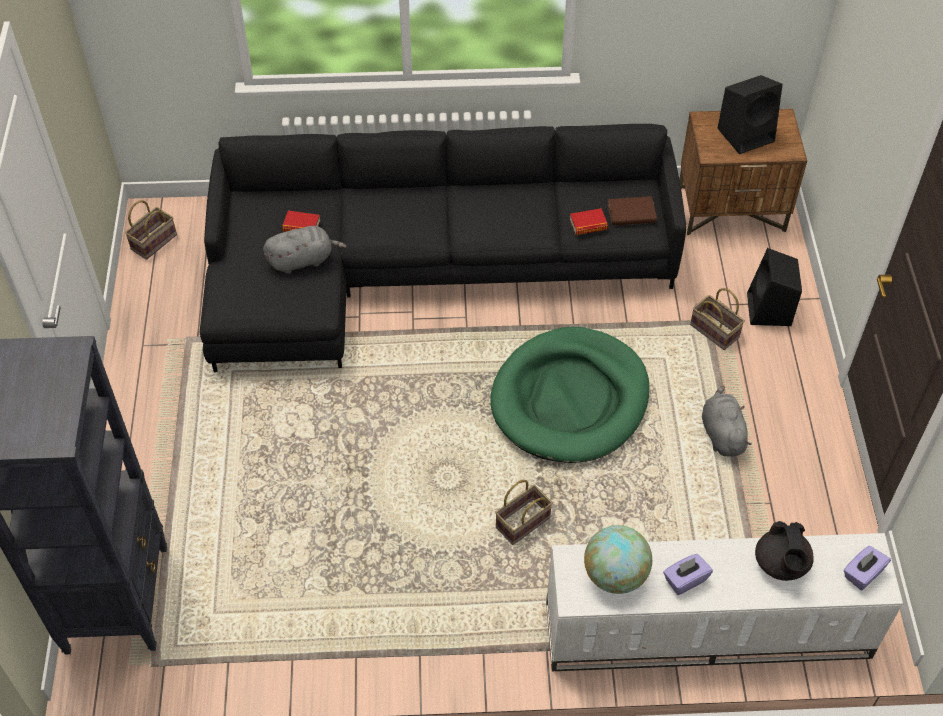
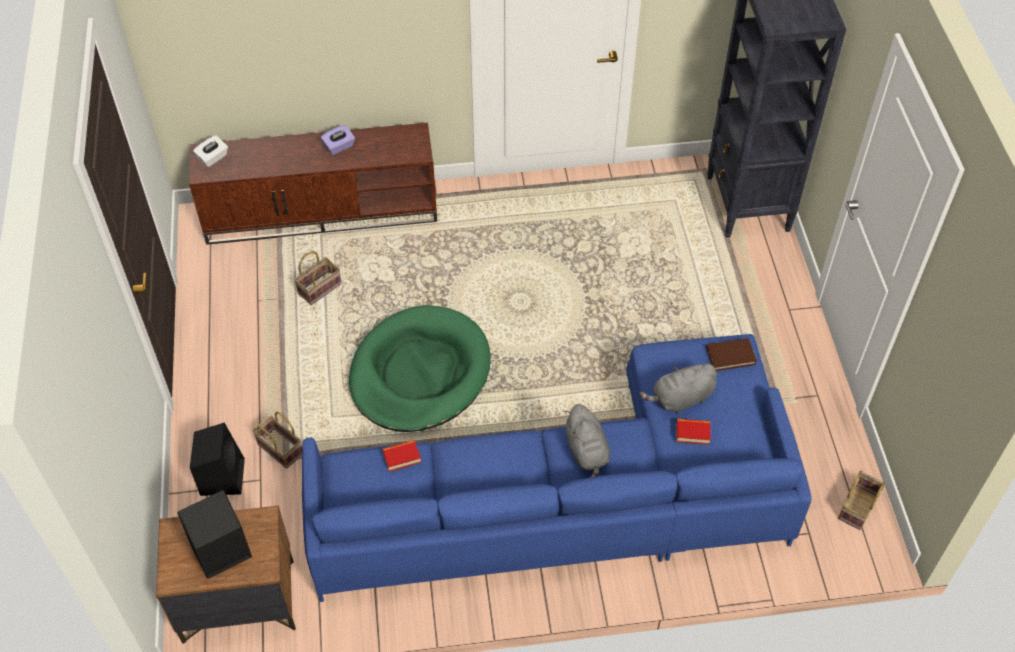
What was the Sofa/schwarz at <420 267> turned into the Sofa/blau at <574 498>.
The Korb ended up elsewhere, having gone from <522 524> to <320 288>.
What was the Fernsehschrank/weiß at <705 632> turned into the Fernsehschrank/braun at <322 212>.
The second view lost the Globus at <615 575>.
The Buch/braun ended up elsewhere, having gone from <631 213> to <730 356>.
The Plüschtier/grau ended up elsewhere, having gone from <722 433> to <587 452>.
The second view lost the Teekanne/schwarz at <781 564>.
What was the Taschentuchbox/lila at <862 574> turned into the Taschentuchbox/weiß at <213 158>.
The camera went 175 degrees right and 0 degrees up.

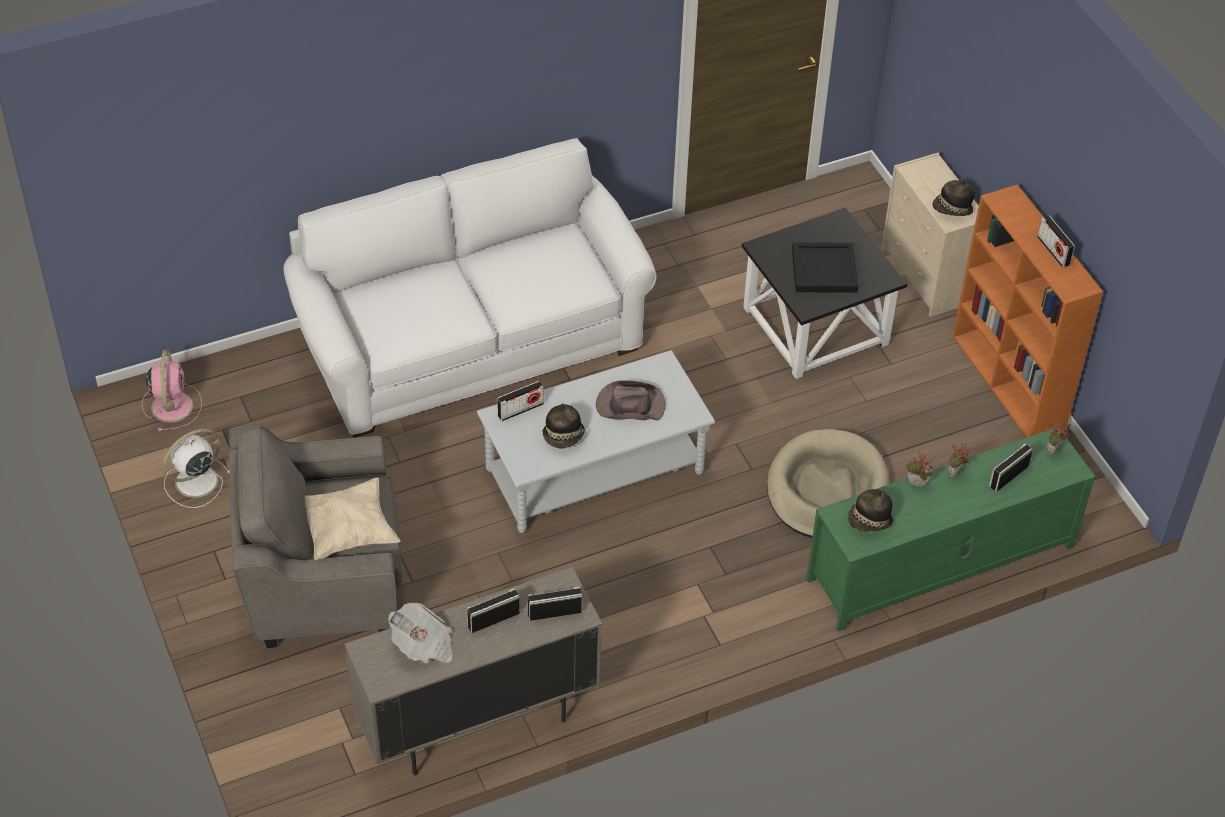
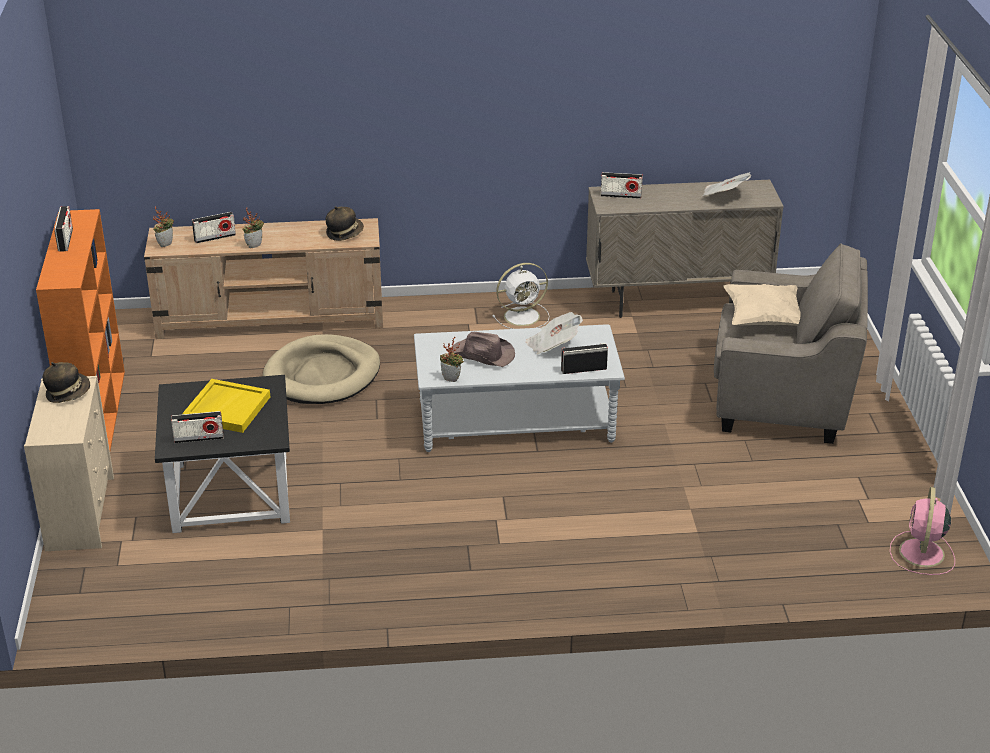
The Ventilator/weiß ended up elsewhere, having gone from <194 482> to <523 316>.
The second view lost the Sofa/weiß at <471 342>.
The Radio ended up elsewhere, having gone from <493 619> to <199 438>.
Where the Hut stood at <564 436>, the Zeitung came to stand at <553 345>.
What was the Tablett/schwarz at <825 270> turned into the Tablett/gelb at <227 408>.
What was the Fernsehschrank/grün at <940 563> turned into the Fernsehschrank/beige at <271 318>.
The Topfpflanze ended up elsewhere, having gone from <916 485> to <452 378>.
The camera went 160 degrees left and 15 degrees down.

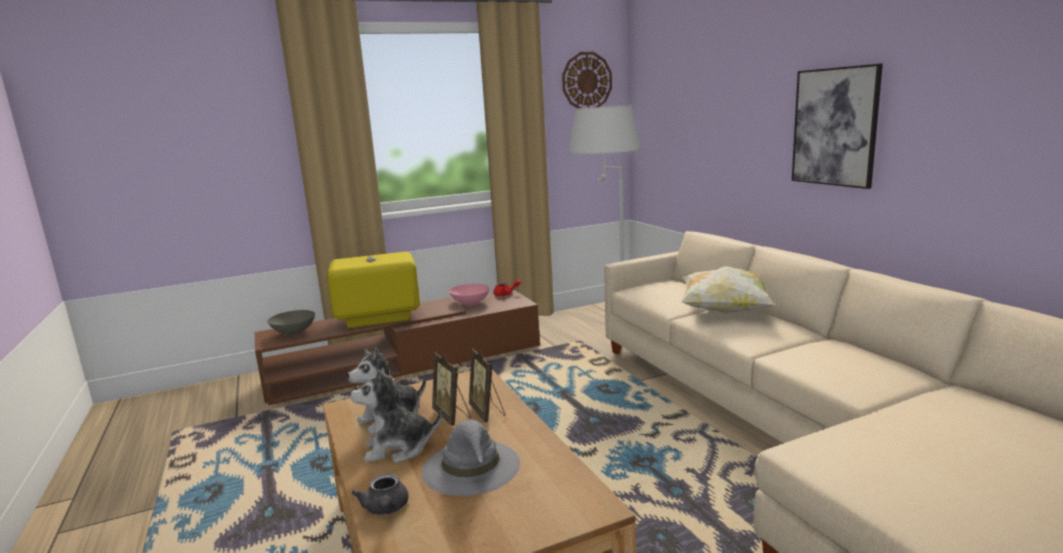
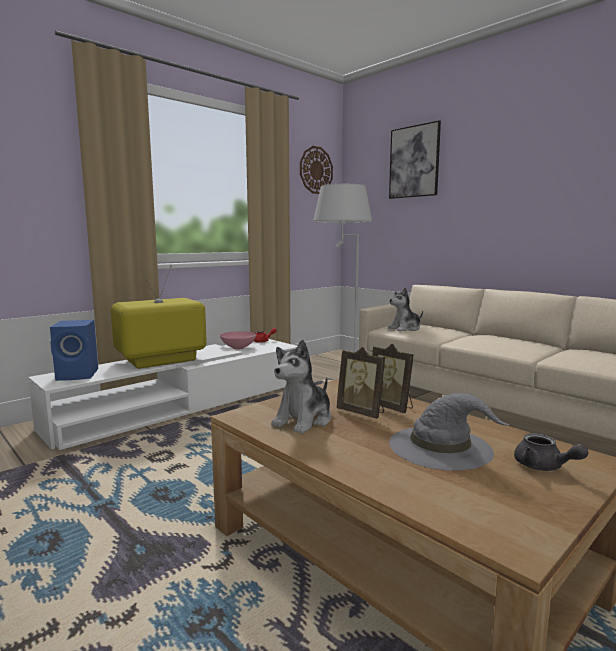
What was the Fernsehschrank/braun at <406 363> turned into the Fernsehschrank/weiß at <184 404>.
Where the Schüssel/grau stood at <295 333>, the Lautsprecher/blau came to stand at <79 375>.
The Plüschtier ended up elsewhere, having gone from <398 448> to <405 329>.
The Teekanne/grau ended up elsewhere, having gone from <386 509> to <544 467>.
The second view lost the Kissen at <724 311>.
The Bild ended up elsewhere, having gone from <835 127> to <414 161>.
The camera went 20 degrees left and 5 degrees down.

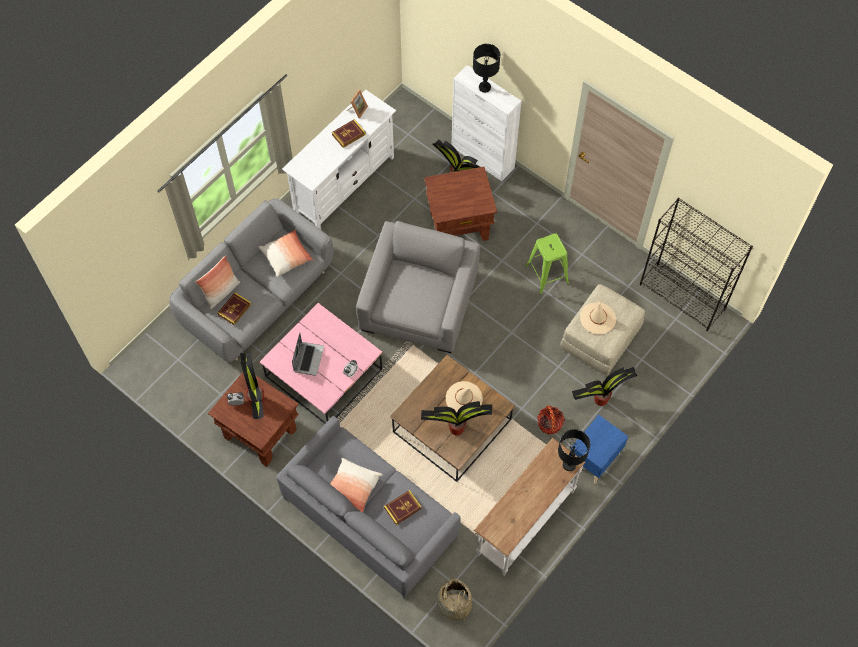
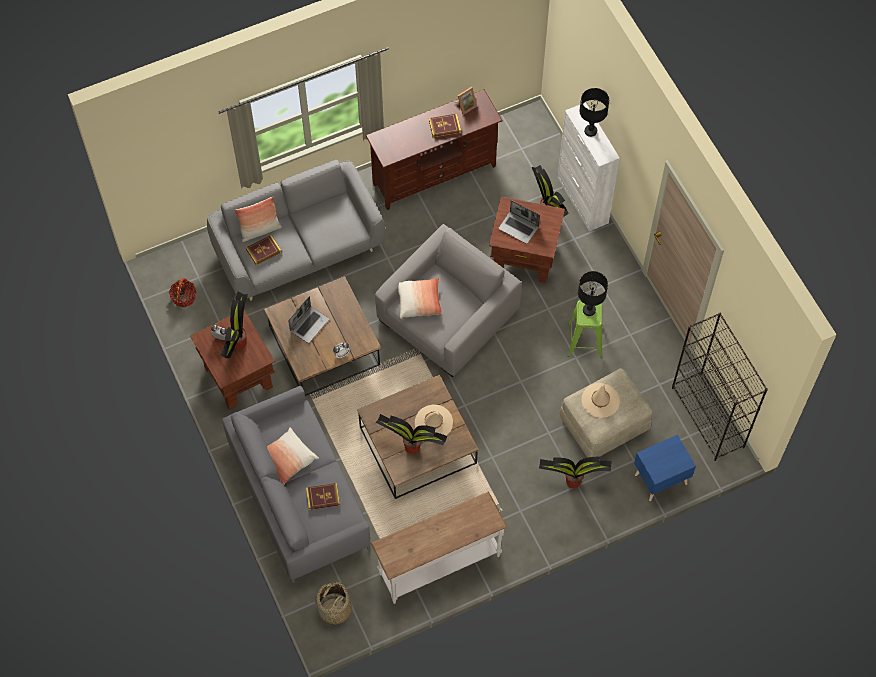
The Kissen ended up elsewhere, having gone from <286 257> to <419 301>.
What was the Couchtisch/rosa at <323 371> turned into the Couchtisch/braun at <324 344>.
What was the Fernsehschrank/weiß at <344 184> turned into the Fernsehschrank/braun at <434 174>.
The Korb ended up elsewhere, having gone from <549 423> to <184 297>.
The Tischlampe/schwarz ended up elsewhere, having gone from <569 464> to <589 310>.
The Nachttisch/blau ended up elsewhere, having gone from <593 459> to <659 478>.
The second view gained the Laptop at <519 228>.
The camera went 25 degrees right and 0 degrees up.

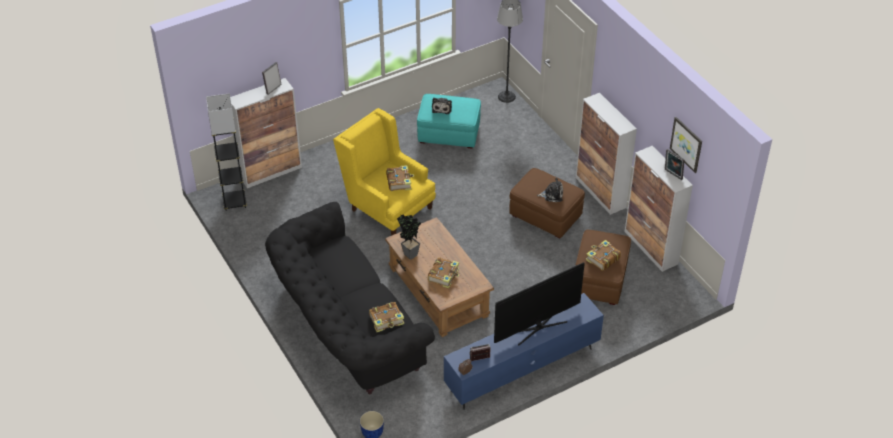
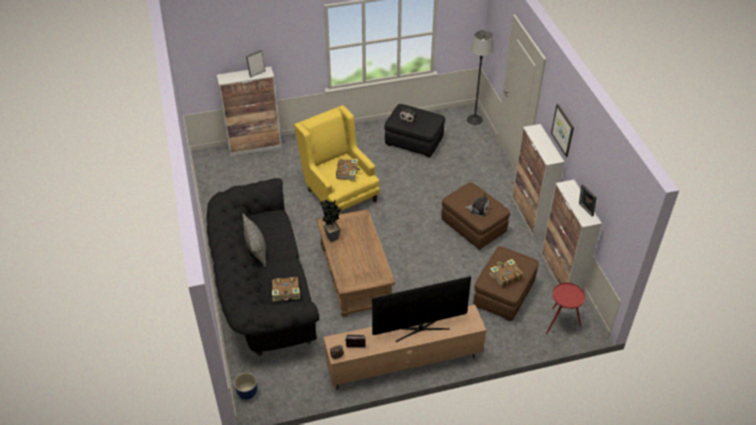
The second view lost the Stehlampe/schwarz at <234 202>.
What was the Polsterhocker/türkis at <449 134> turned into the Polsterhocker/schwarz at <414 142>.
The second view lost the Buch at <444 275>.
What was the Fernsehschrank/blau at <522 369> turned into the Fernsehschrank/braun at <403 363>.
The Bild ended up elsewhere, having gone from <686 144> to <563 130>.
The second view gained the Kissen/grau at <256 249>.
The second view gained the Beistelltisch/rot at <561 324>.
The camera went 15 degrees right and 0 degrees up.

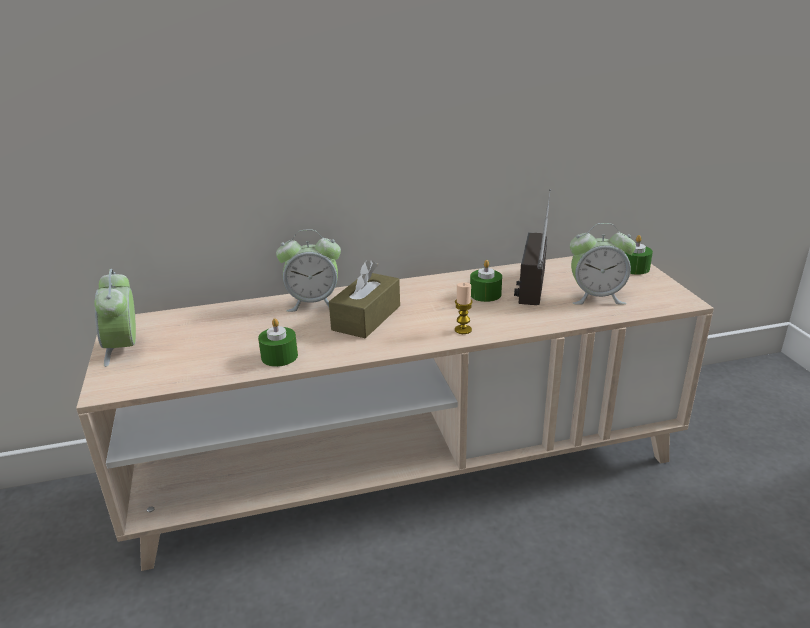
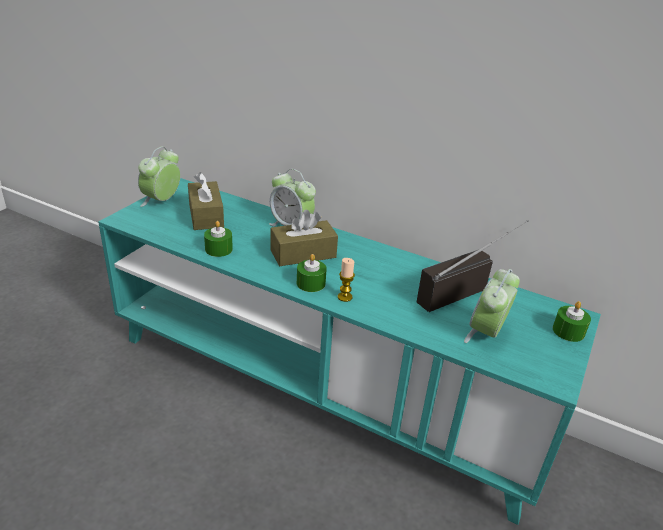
What was the Fernsehschrank/beige at <409 468> turned into the Fernsehschrank/türkis at <322 386>.
The Kerze/grün ended up elsewhere, having gone from <485 294> to <311 283>.
The Wecker at <596 297> ended up facing another way, 75 degrees clockwise from before.
The second view gained the Taschentuchbox/braun at <206 215>.
The camera went 40 degrees right and 5 degrees up.

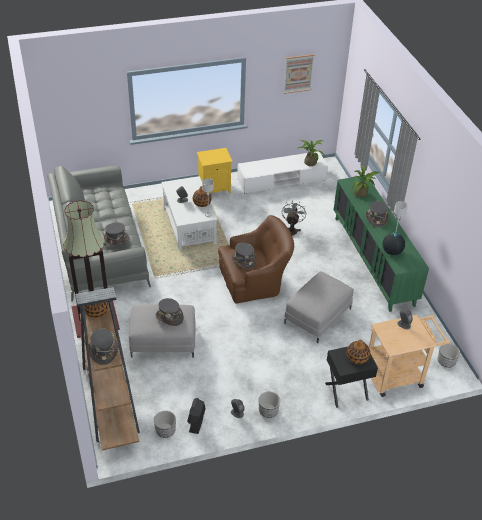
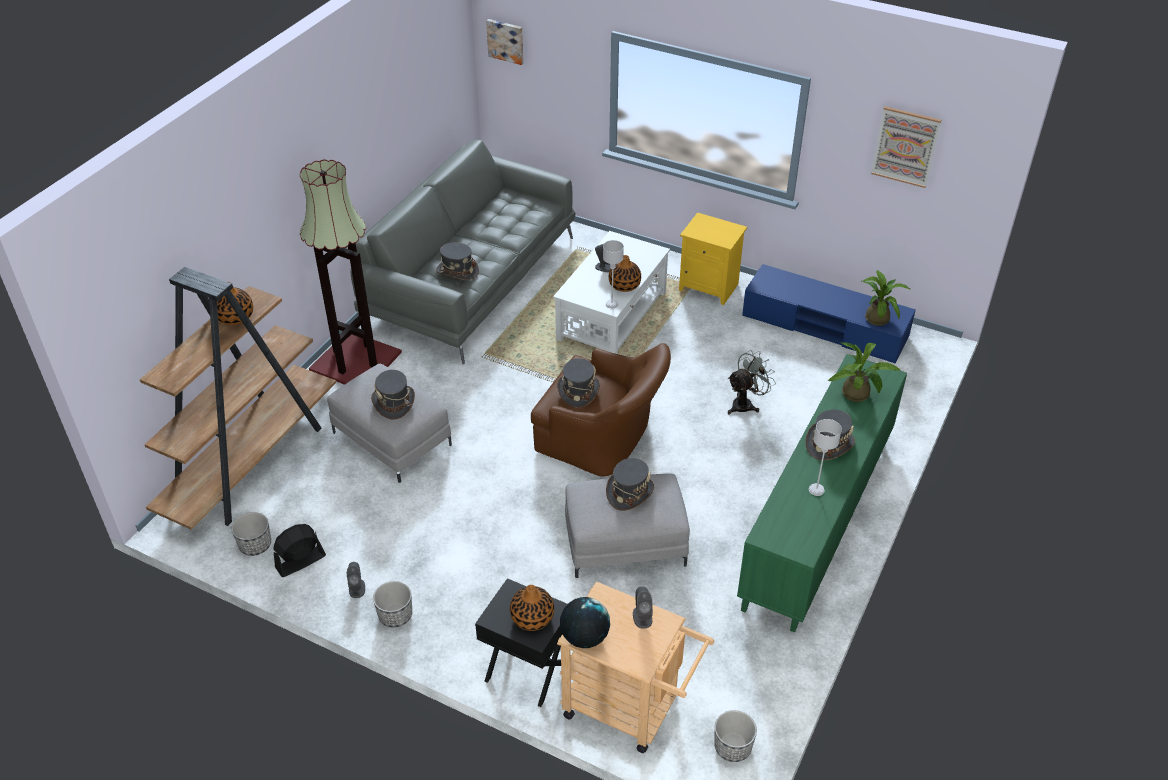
The Hut/grau ended up elsewhere, having gone from <103 351> to <629 492>.
What was the Fernsehschrank/weiß at <281 180> turned into the Fernsehschrank/blau at <824 326>.
The Globus ended up elsewhere, having gone from <392 252> to <584 637>.
The second view gained the Bild at <506 41>.
The camera went 45 degrees right and 0 degrees up.

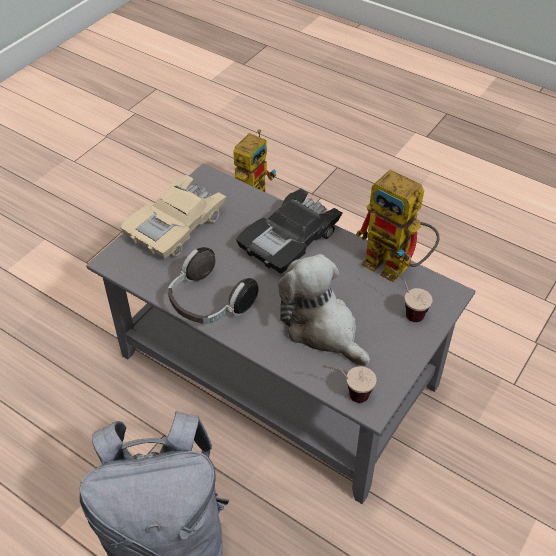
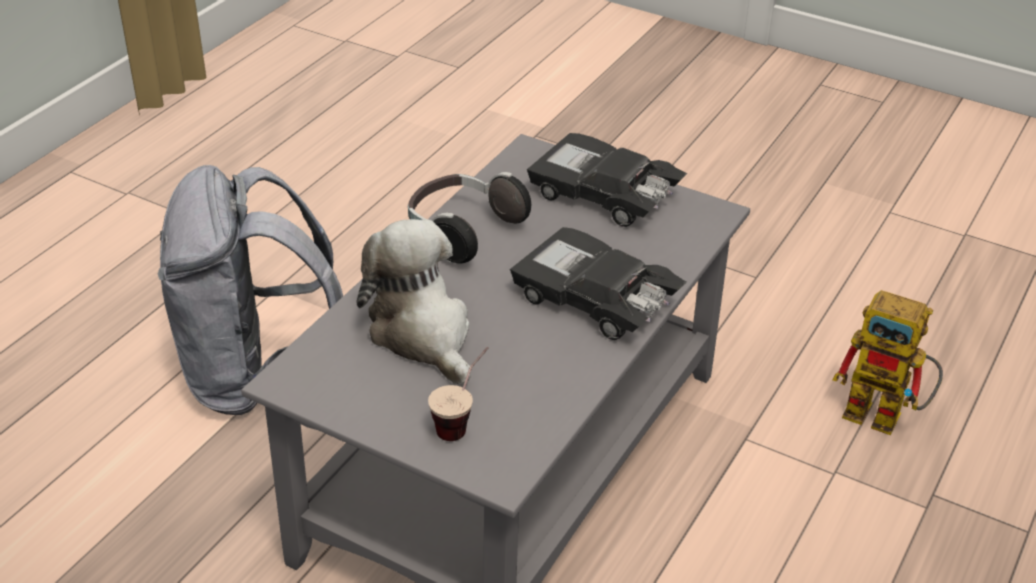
What was the Spielzeugauto/beige at <176 226> turned into the Spielzeugauto/schwarz at <604 194>.
The Plüschtier at <322 328> ended up facing another way, 75 degrees counterclockwise from before.
The second view lost the Tasse at <346 394>.
The second view lost the Spielzeugroboter at <396 267>.
The camera went 85 degrees right and 10 degrees down.

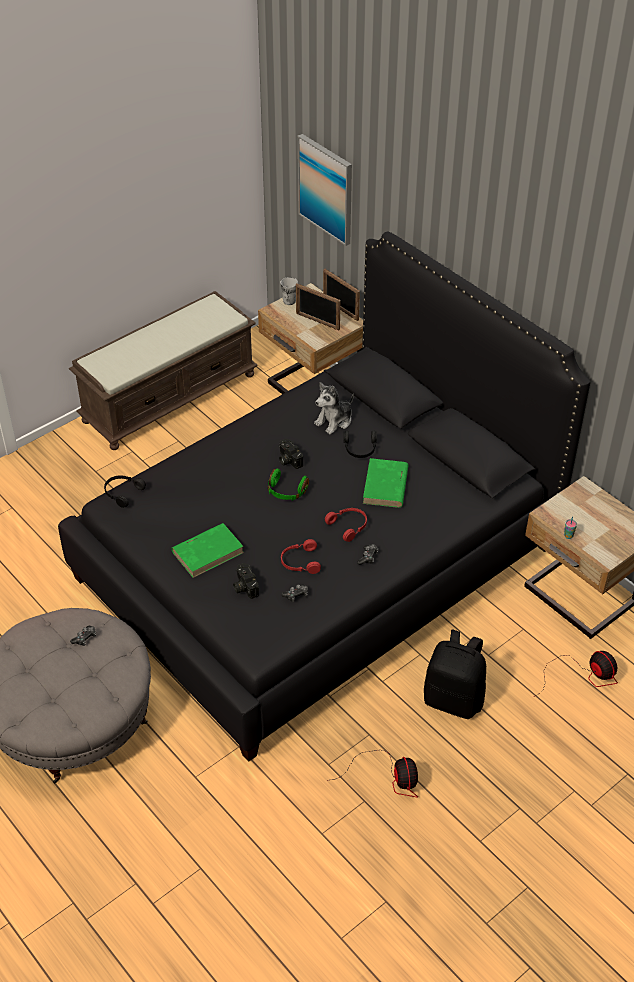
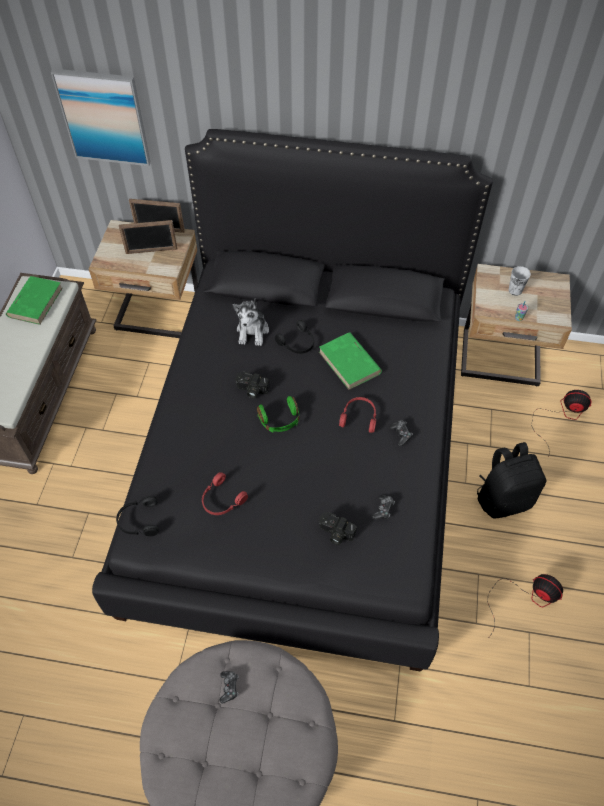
The Buch/grün ended up elsewhere, having gone from <208 552> to <35 302>.
The Tasse ended up elsewhere, having gone from <289 301> to <515 290>.
The Kopfhörer/rot ended up elsewhere, having gone from <300 562> to <221 500>.
The camera went 40 degrees left and 10 degrees up.

